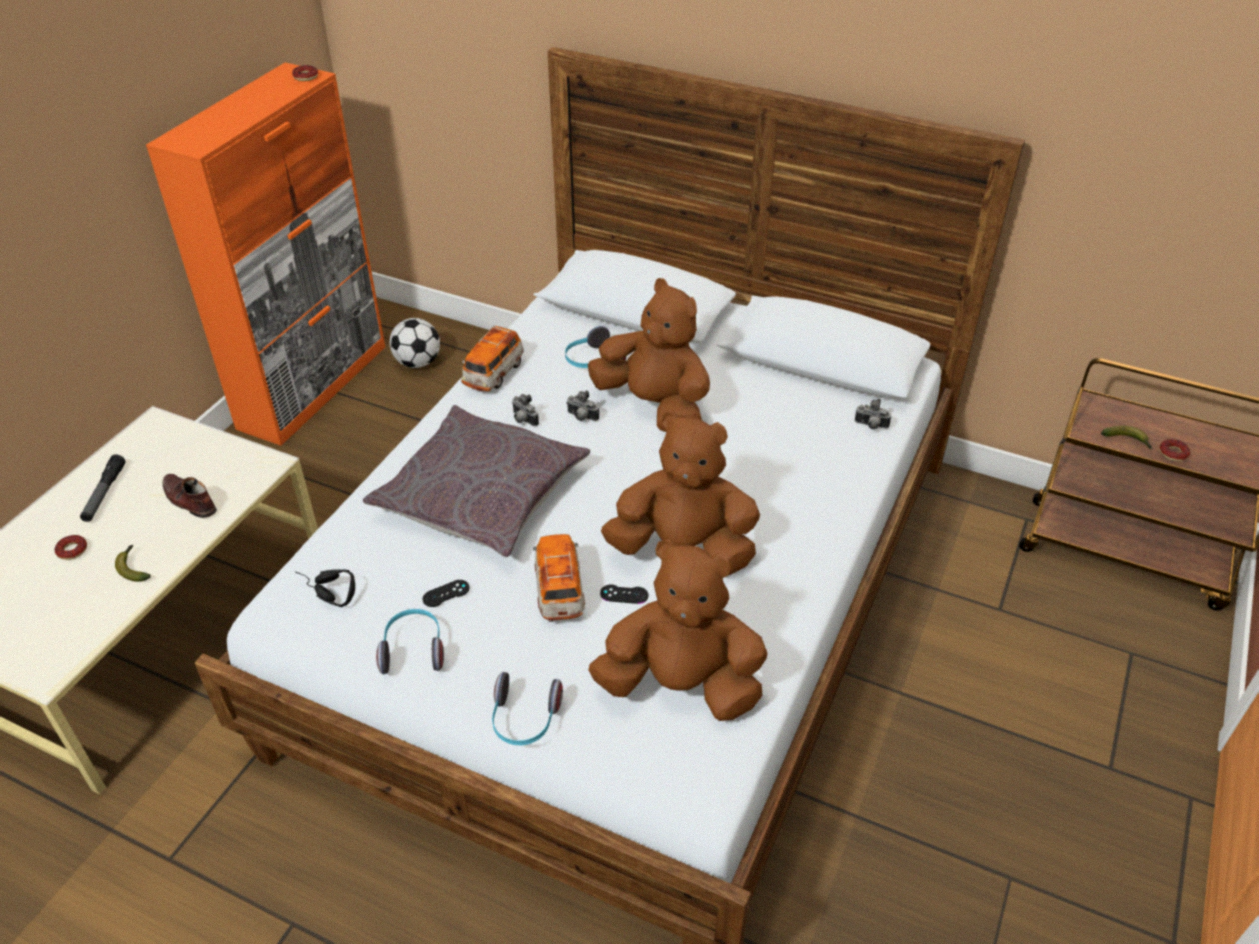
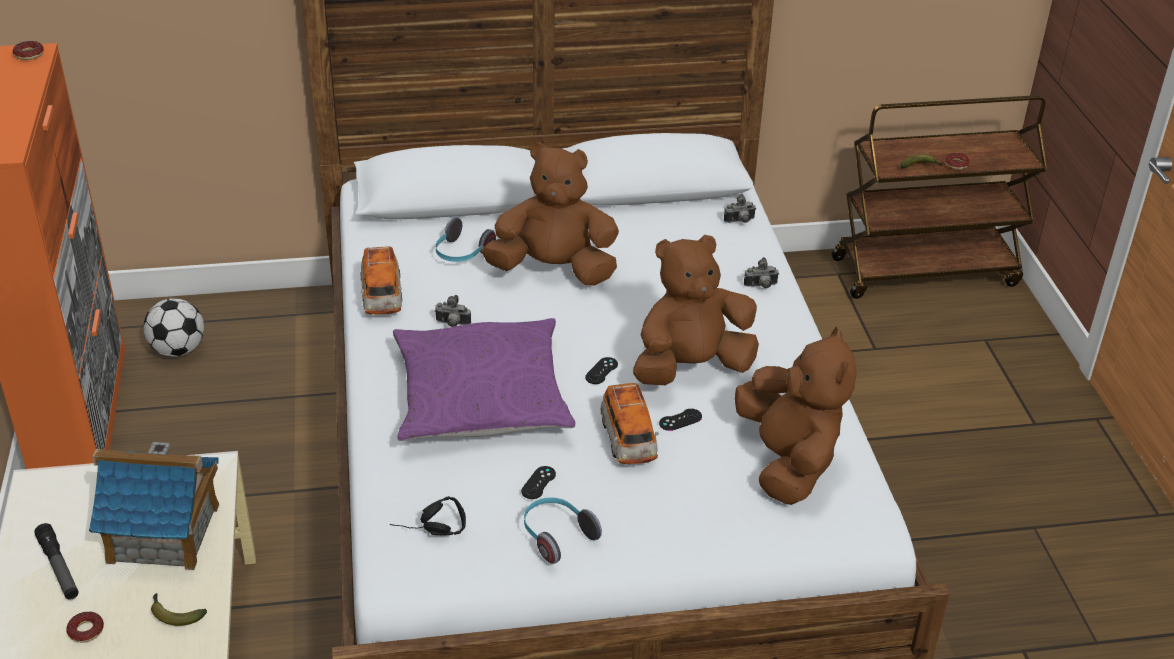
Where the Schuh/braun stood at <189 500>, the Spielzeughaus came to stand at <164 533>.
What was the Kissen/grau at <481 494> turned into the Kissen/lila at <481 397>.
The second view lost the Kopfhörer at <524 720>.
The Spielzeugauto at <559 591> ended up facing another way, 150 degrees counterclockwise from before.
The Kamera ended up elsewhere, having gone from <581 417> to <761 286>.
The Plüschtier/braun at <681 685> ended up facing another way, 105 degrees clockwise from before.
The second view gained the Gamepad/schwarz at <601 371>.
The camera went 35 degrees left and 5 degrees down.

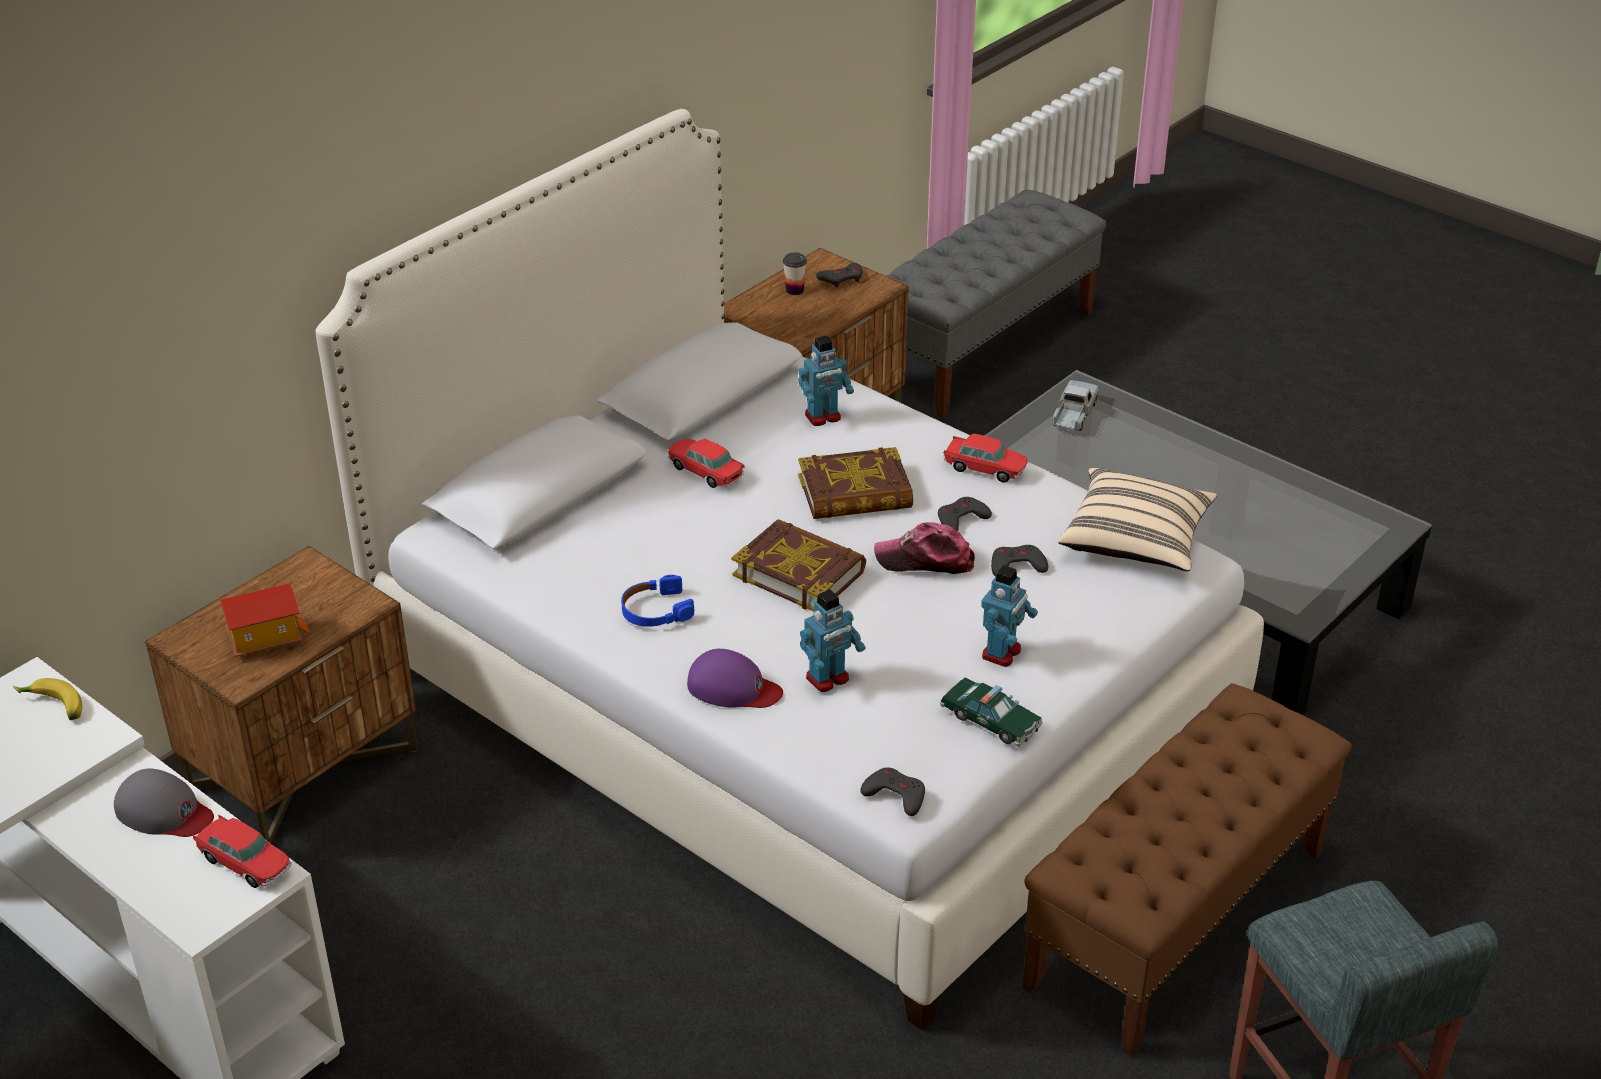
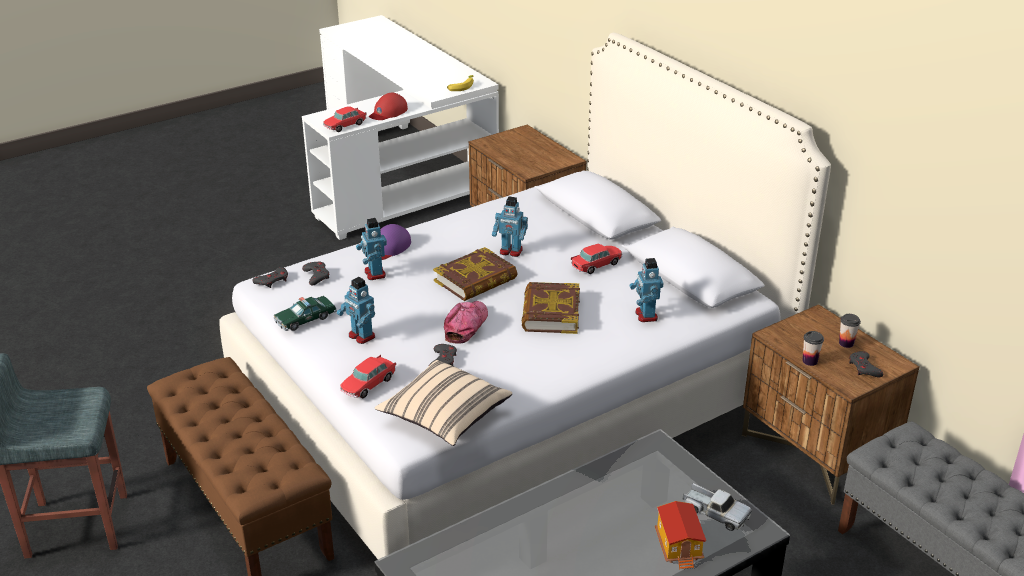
What was the Kappe/grau at <164 811> turned into the Kappe/rot at <388 112>.
The Spielzeughaus ended up elsewhere, having gone from <265 638> to <679 547>.
The second view lost the Kopfhörer/blau at <655 611>.
The Gamepad/grau ended up elsewhere, having gone from <961 519> to <316 276>.
The Spielzeugauto ended up elsewhere, having gone from <985 468> to <368 384>.
The second view gained the Spielzeugroboter at <510 251>.
The second view gained the Tasse at <810 361>.
The camera went 105 degrees right and 5 degrees down.

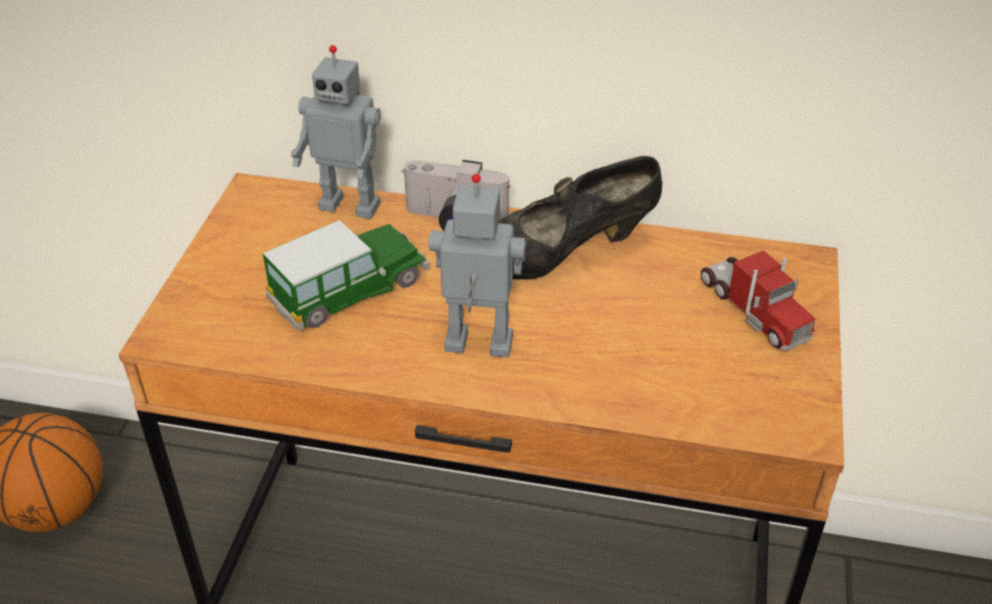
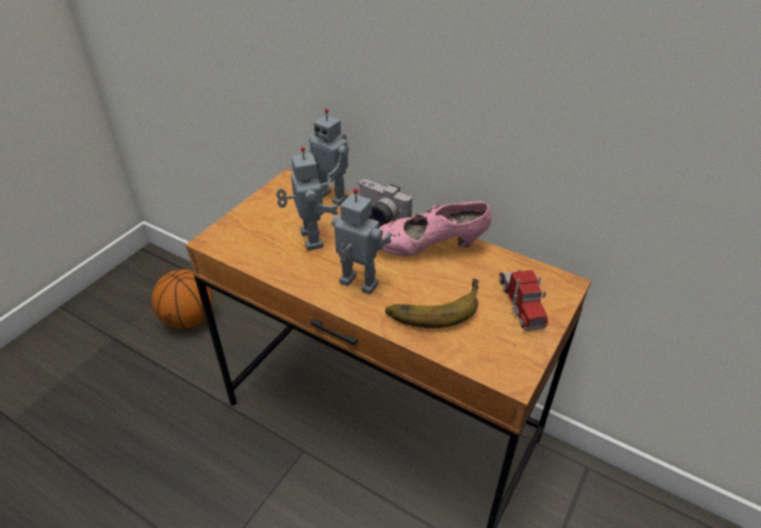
Where the Spielzeugauto stood at <350 289>, the Spielzeugroboter came to stand at <309 239>.
What was the Schuh/schwarz at <565 255> turned into the Schuh/rosa at <430 248>.
The second view gained the Banane at <432 305>.
The camera went 20 degrees right and 0 degrees up.

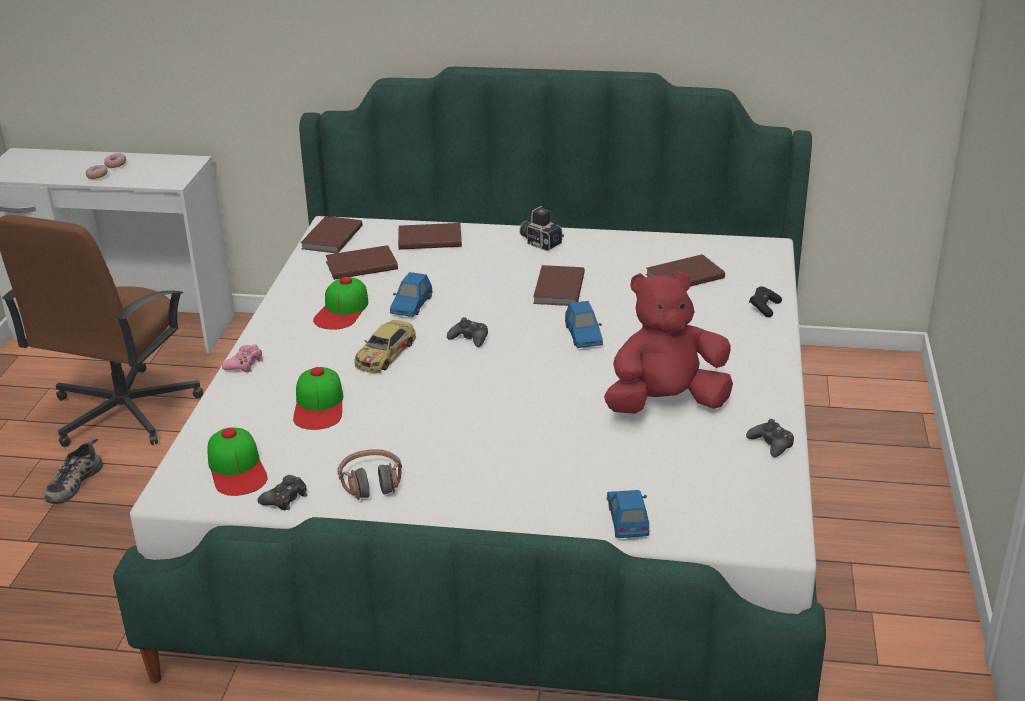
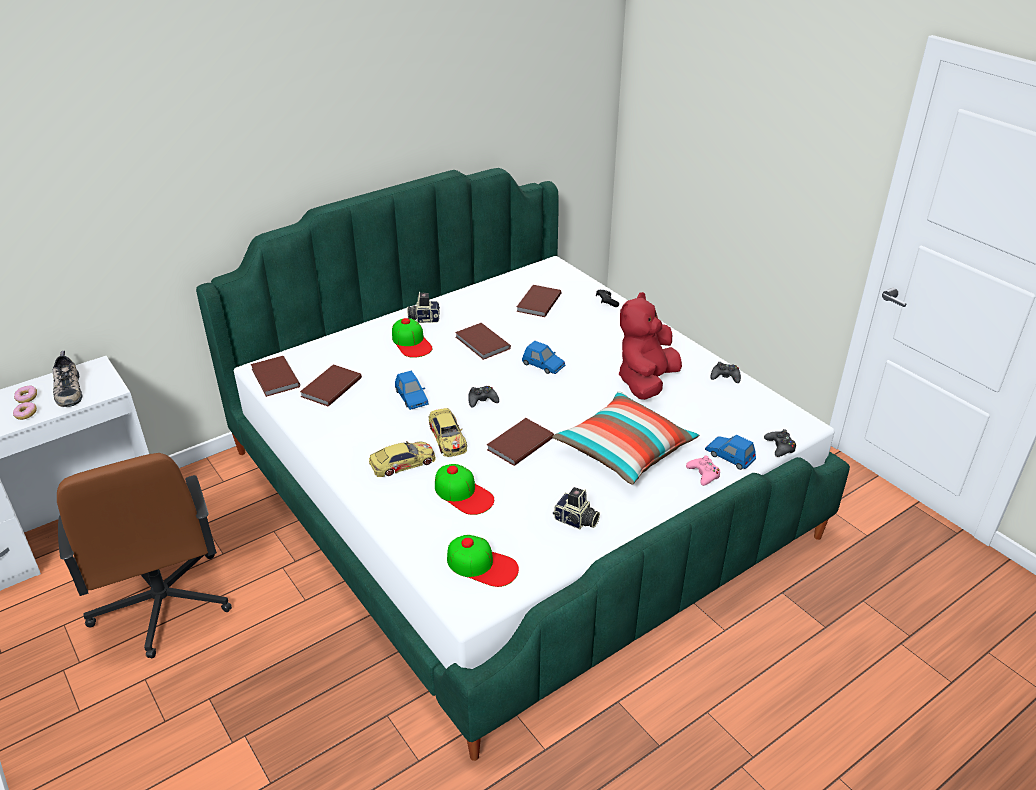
The Schuh ended up elsewhere, having gone from <73 482> to <67 389>.
The Gamepad/rosa ended up elsewhere, having gone from <244 364> to <703 474>.
The Gamepad/schwarz ended up elsewhere, having gone from <285 498> to <780 447>.
The Kappe ended up elsewhere, having gone from <342 310> to <411 342>.
Where the Kopfhörer stood at <371 483>, the Kamera came to stand at <576 521>.
The Buch/braun ended up elsewhere, having gone from <429 239> to <518 443>.
The second view gained the Spielzeugauto at <403 463>.
The second view gained the Kissen at <624 451>.
The camera went 45 degrees left and 5 degrees up.

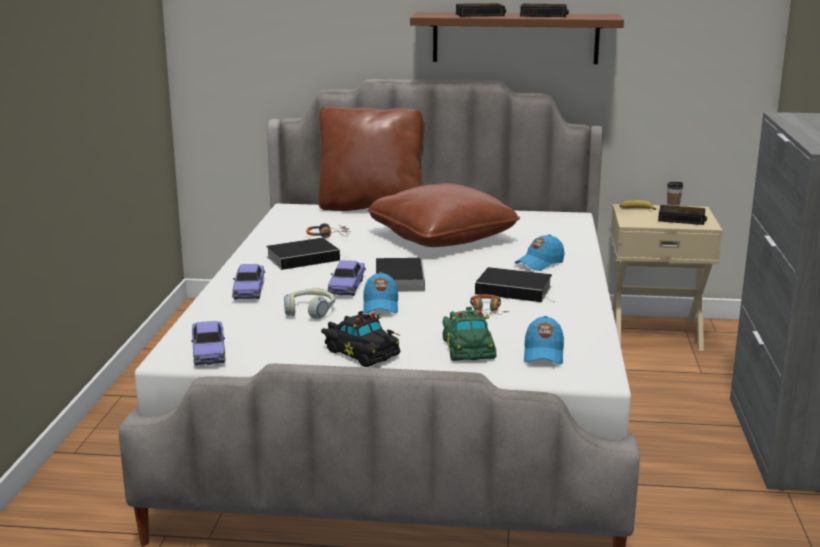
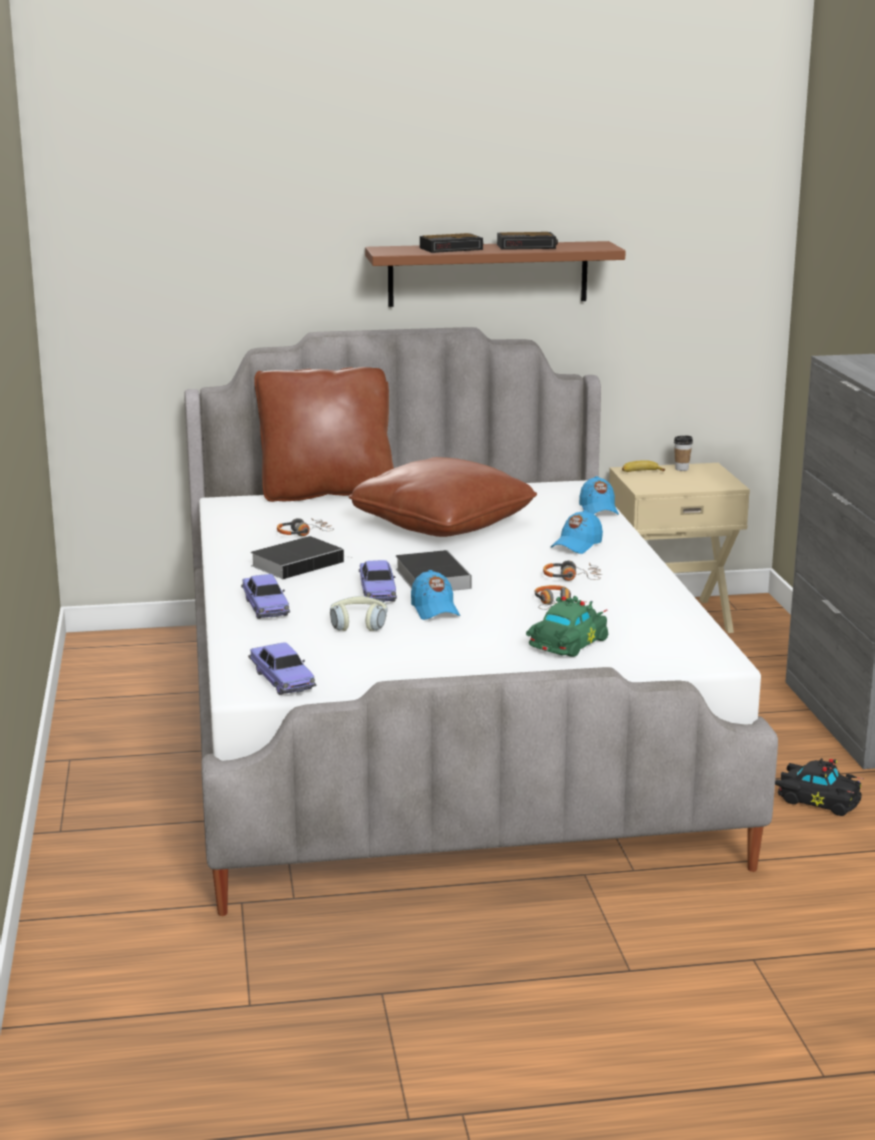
The Spielzeugauto/schwarz ended up elsewhere, having gone from <361 352> to <817 799>.
The Spielzeugauto/grün at <469 347> ended up facing another way, 120 degrees counterclockwise from before.
Where the Buch stood at <516 290>, the Kopfhörer came to stand at <572 578>.
The Kappe/blau ended up elsewhere, having gone from <543 354> to <598 509>.
The second view lost the Wecker at <682 219>.
The camera went 15 degrees left and 0 degrees up.

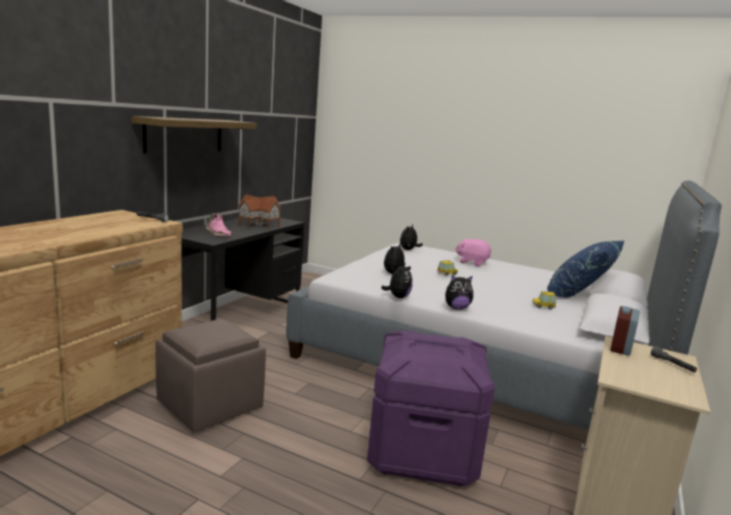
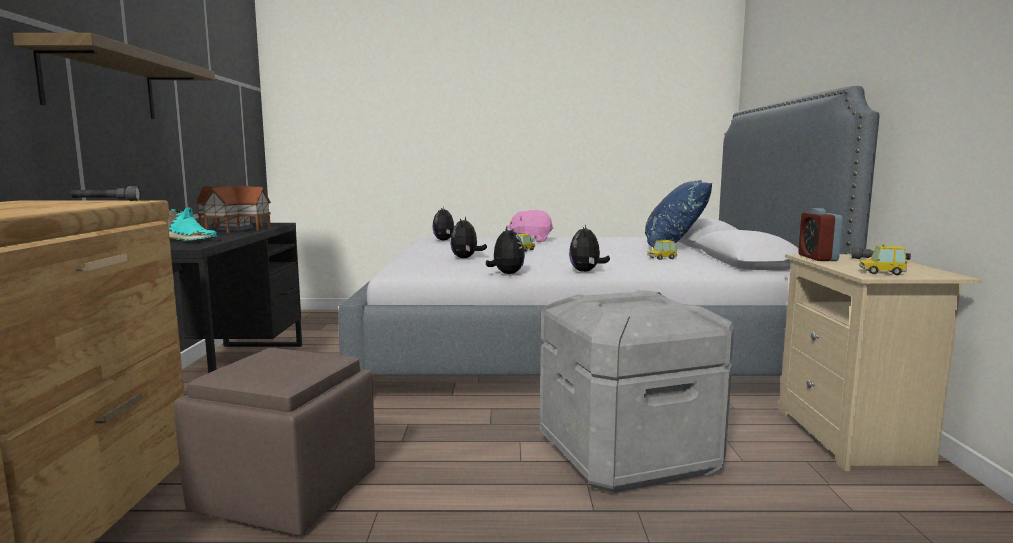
What was the Schuh/rosa at <217 234> turned into the Schuh/türkis at <188 240>.
What was the Aufbewahrungsbox/lila at <422 452> turned into the Aufbewahrungsbox/grau at <627 455>.
The Plüschtier at <456 308> ended up facing another way, 135 degrees clockwise from before.
The second view gained the Spielzeugauto at <881 272>.
The camera went 25 degrees left and 5 degrees down.

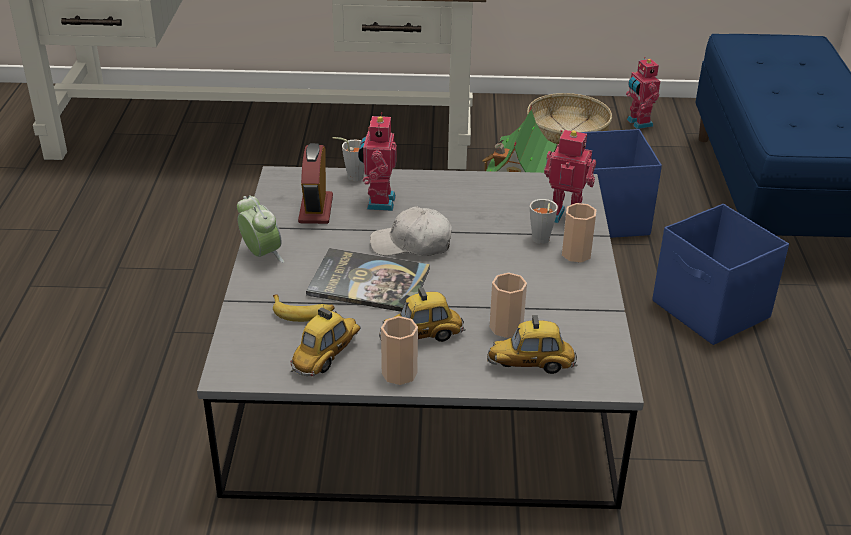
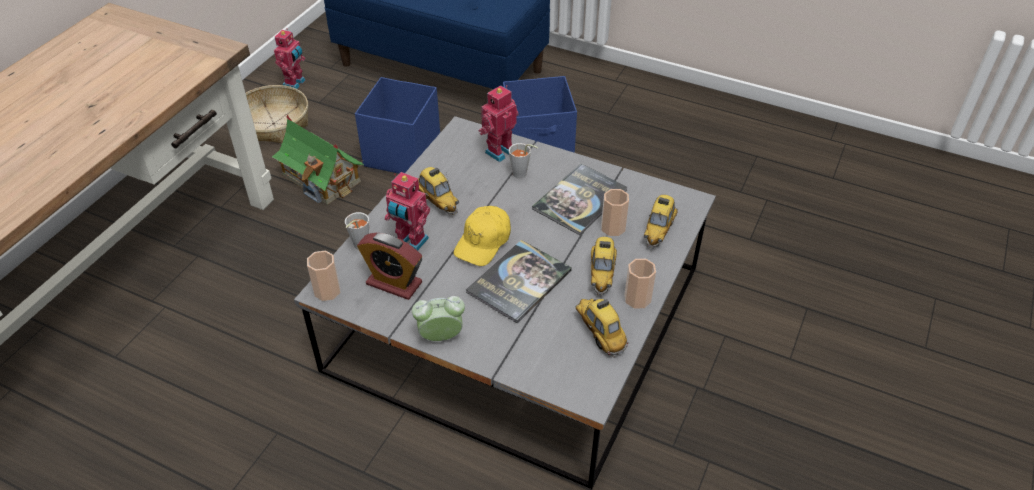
The second view lost the Banane at <302 312>.
What was the Kappe/weiß at <412 244> turned into the Kappe/gelb at <483 242>.
The Tasse ended up elsewhere, having gone from <576 254> to <327 291>.
The Spielzeugroboter at <638 123> ended up facing another way, 75 degrees counterclockwise from before.
The second view gained the Spielzeugauto at <437 201>.
The second view gained the Buch at <580 200>.
The camera went 65 degrees left and 10 degrees up.

